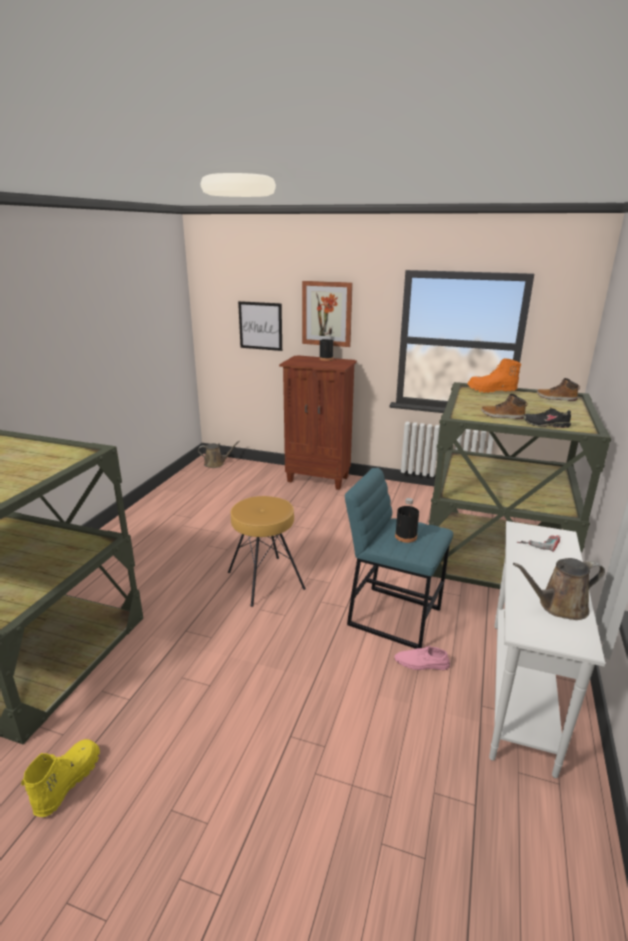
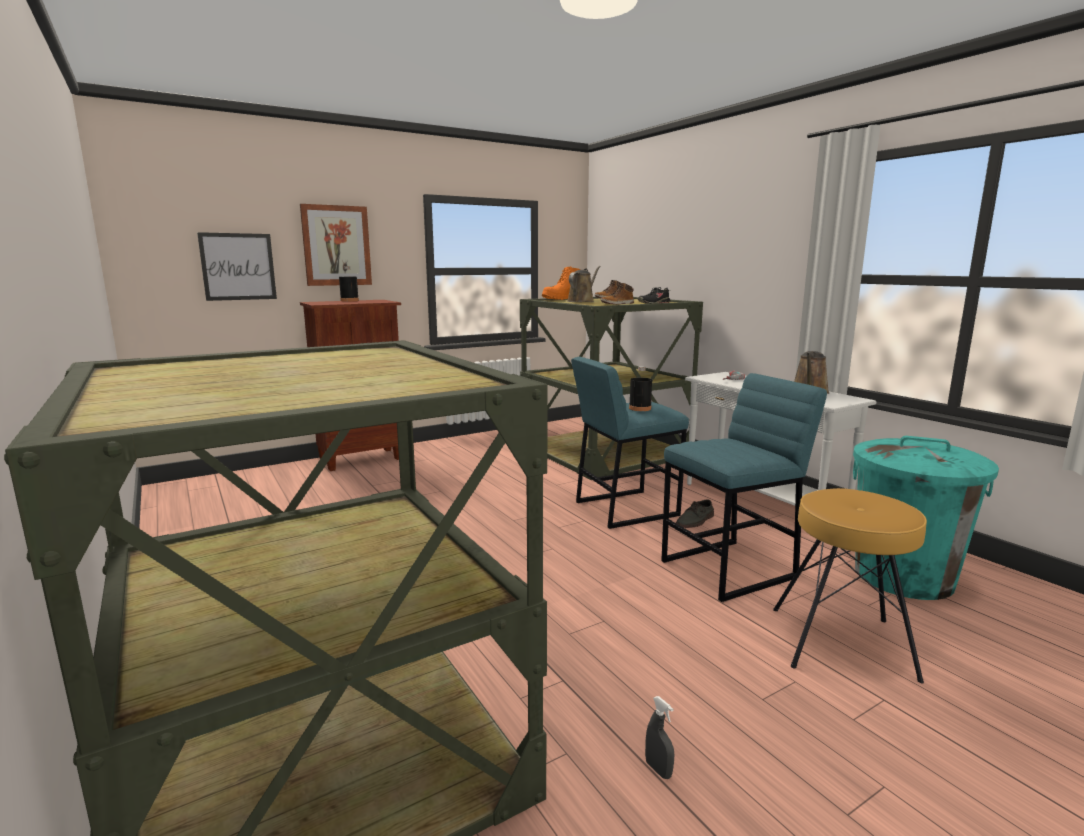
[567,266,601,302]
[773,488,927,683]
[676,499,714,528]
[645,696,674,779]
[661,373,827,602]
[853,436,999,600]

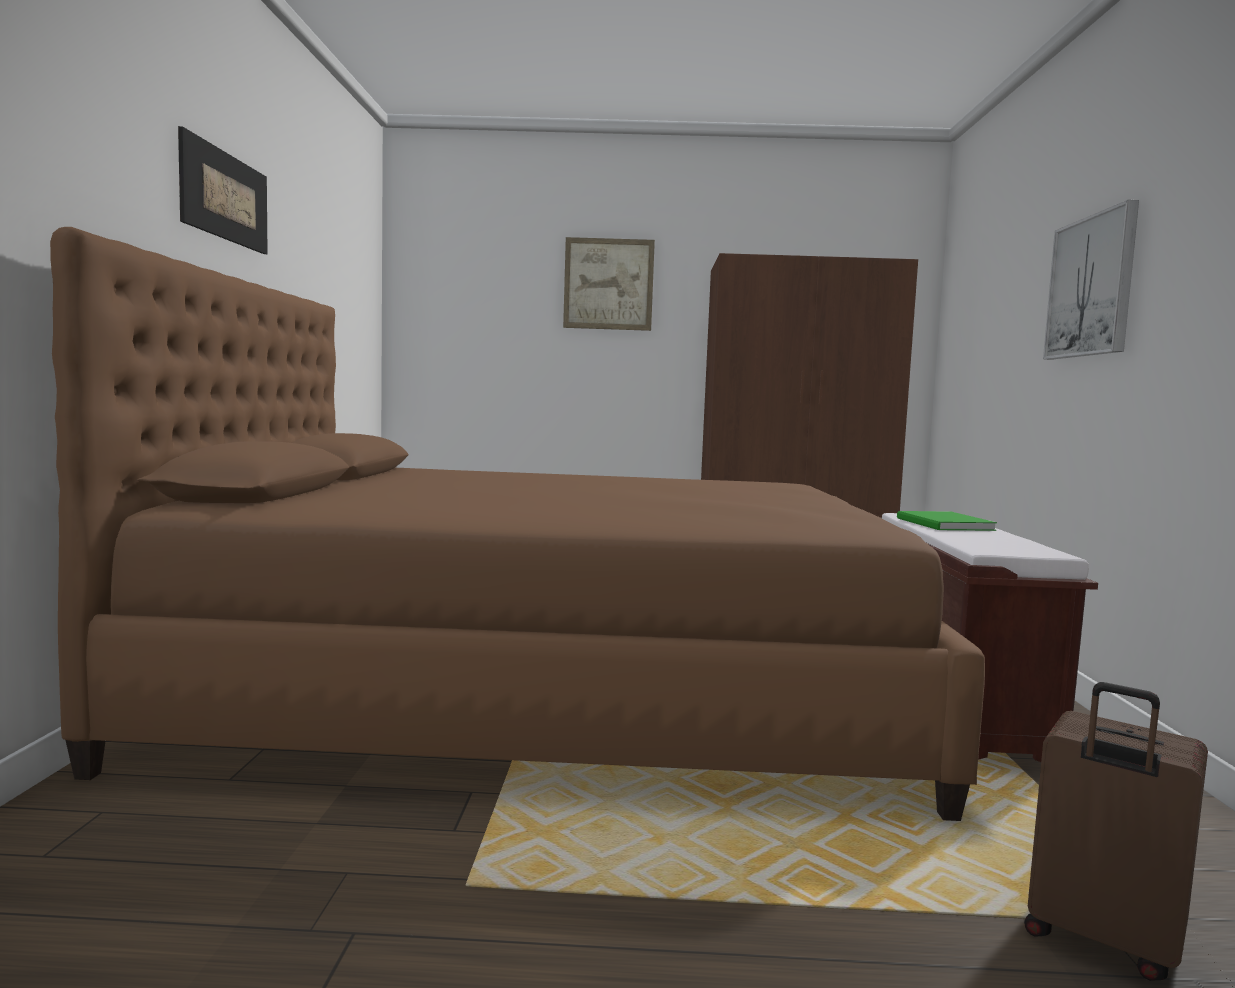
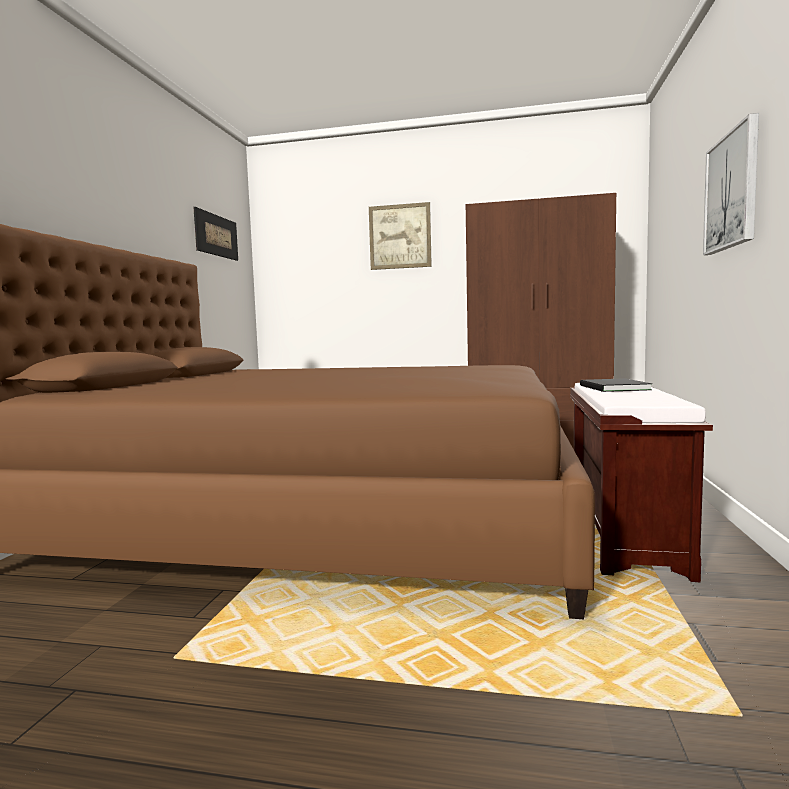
[193,207,238,261]
[580,378,652,392]
[1024,682,1208,981] (first image)

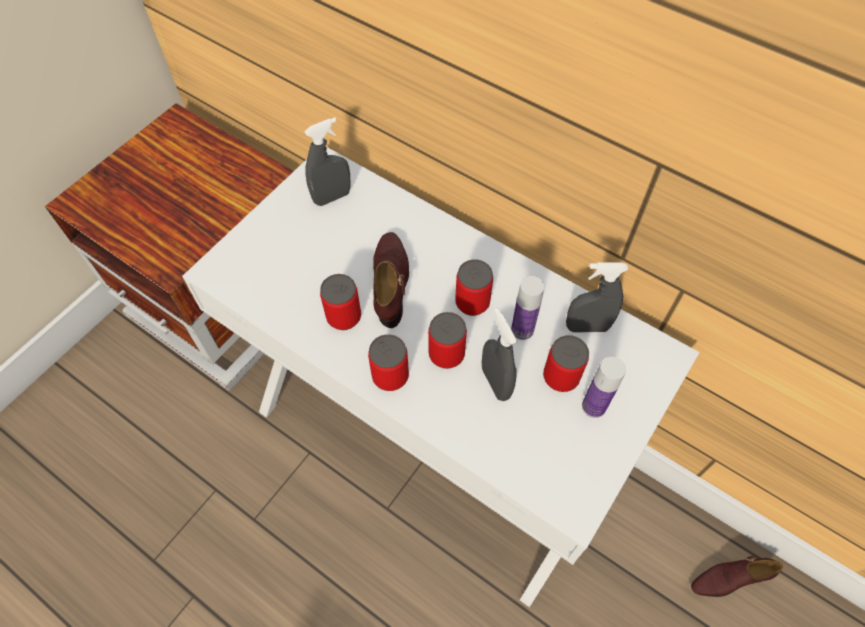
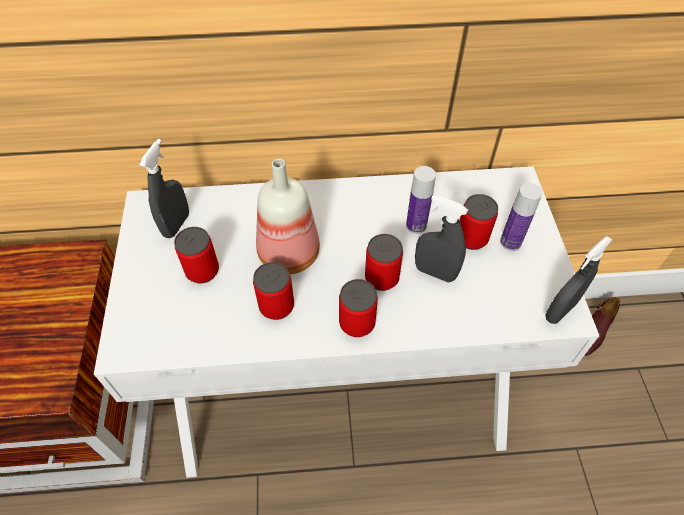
[256,159,320,274]
[174,227,219,284]
[545,236,612,324]

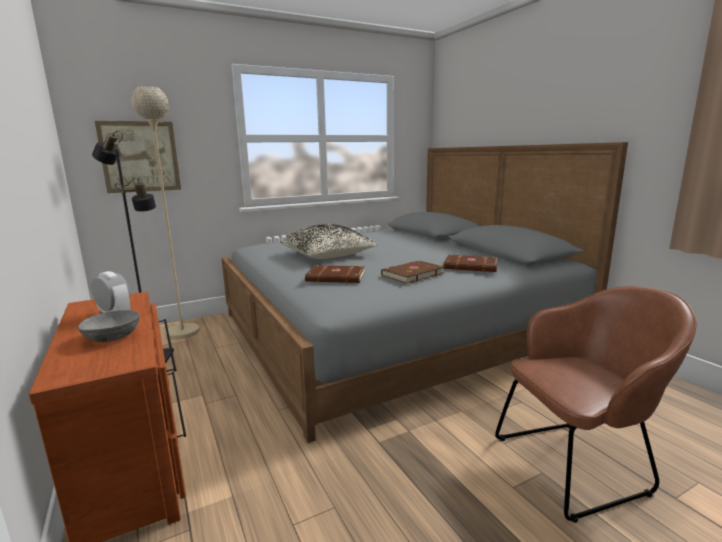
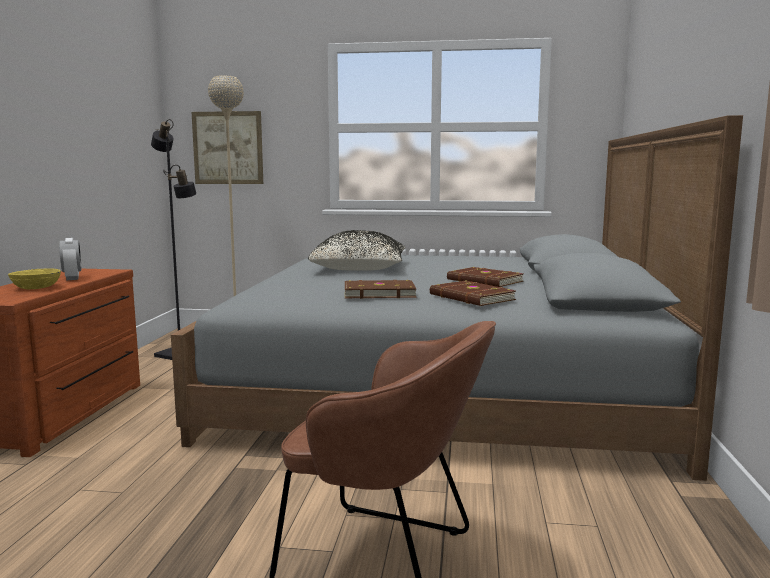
[447,267,524,287]
[8,268,61,289]

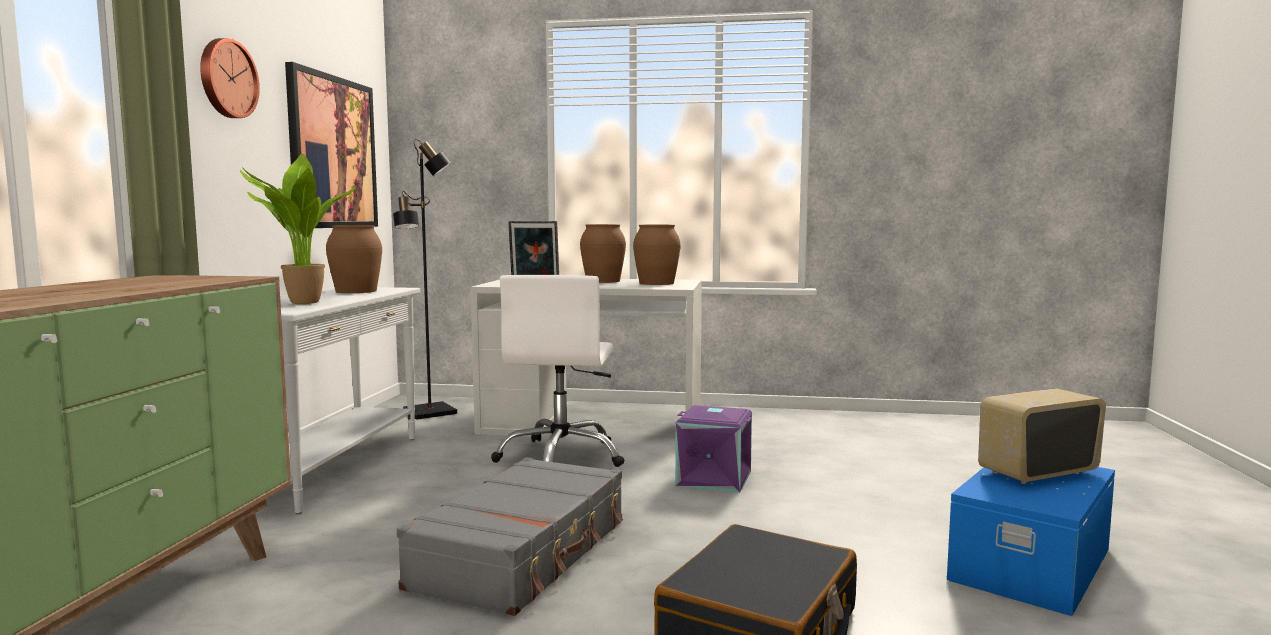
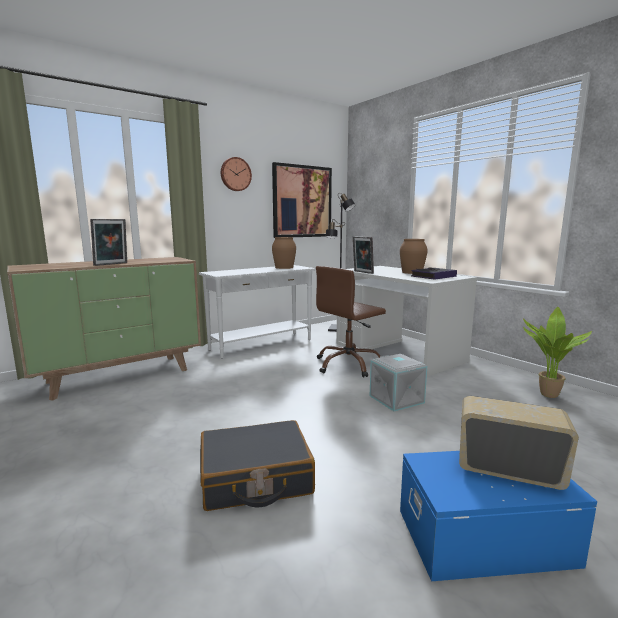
[523,307,592,398]
[411,267,457,280]
[316,266,386,377]
[370,354,427,411]
[397,457,623,616] (first image)
[90,219,127,266]

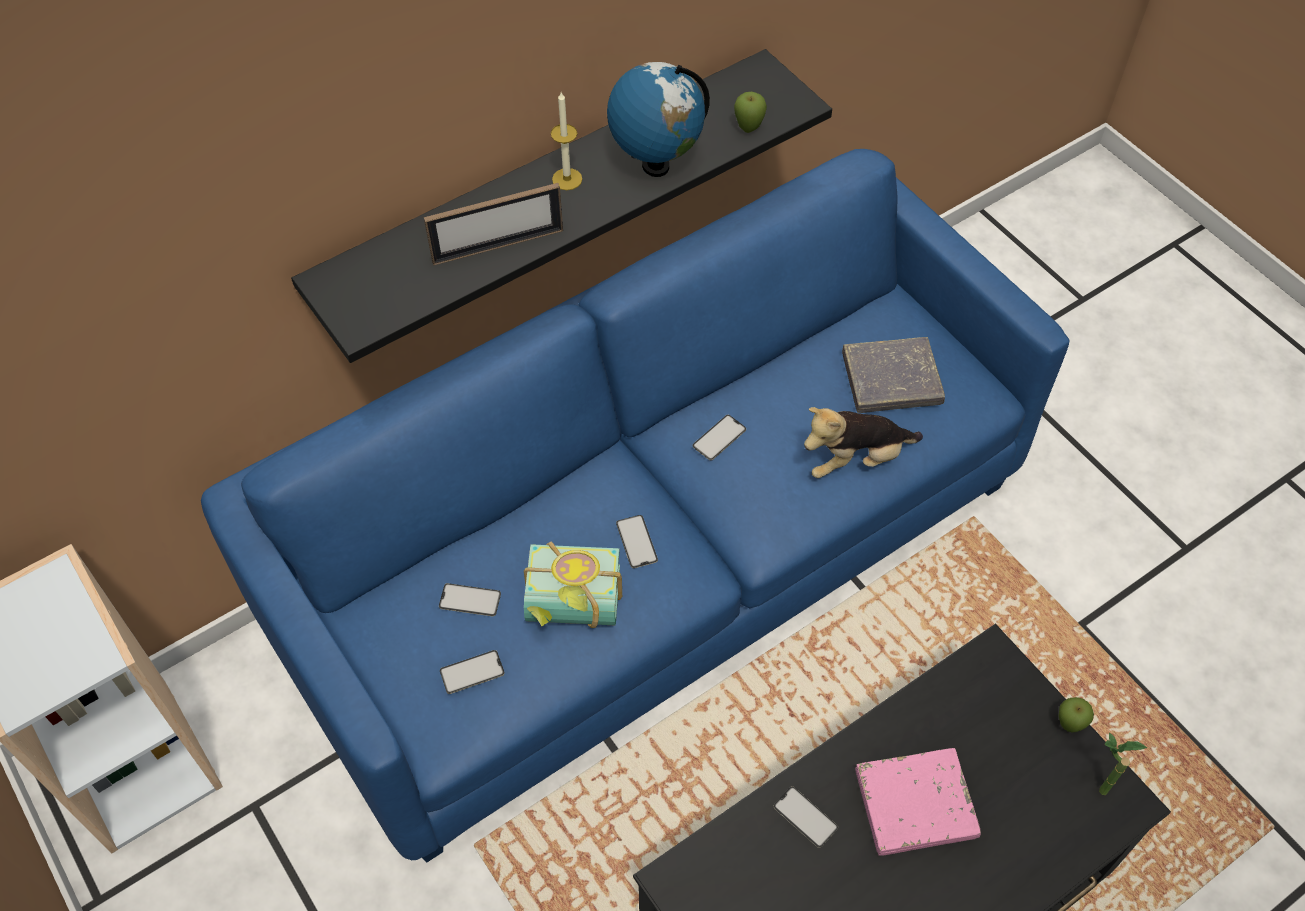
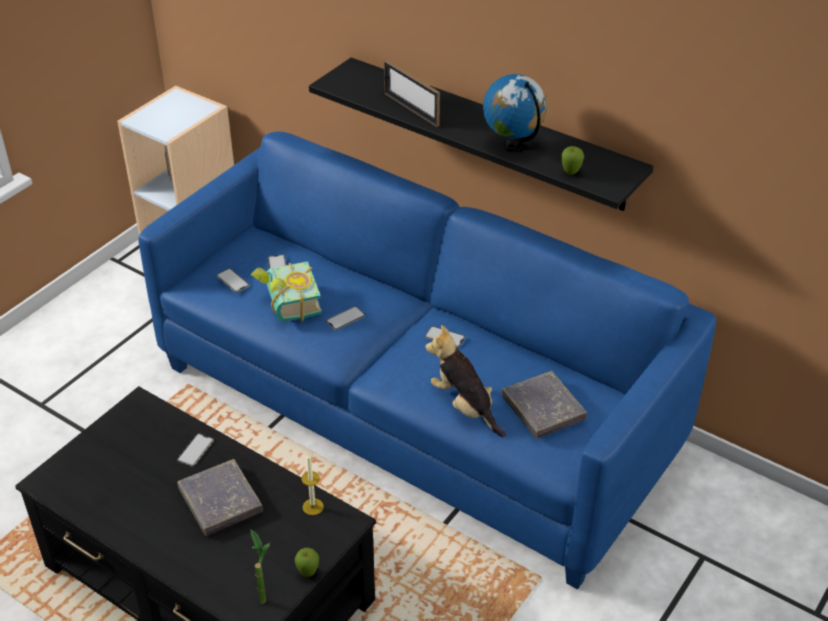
[301,453,324,515]
[177,459,263,536]

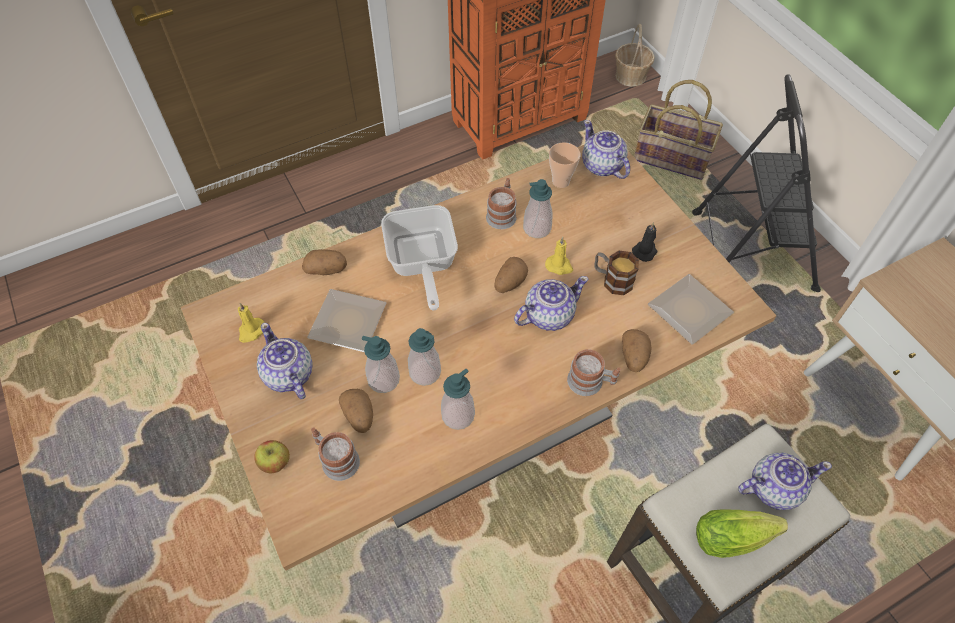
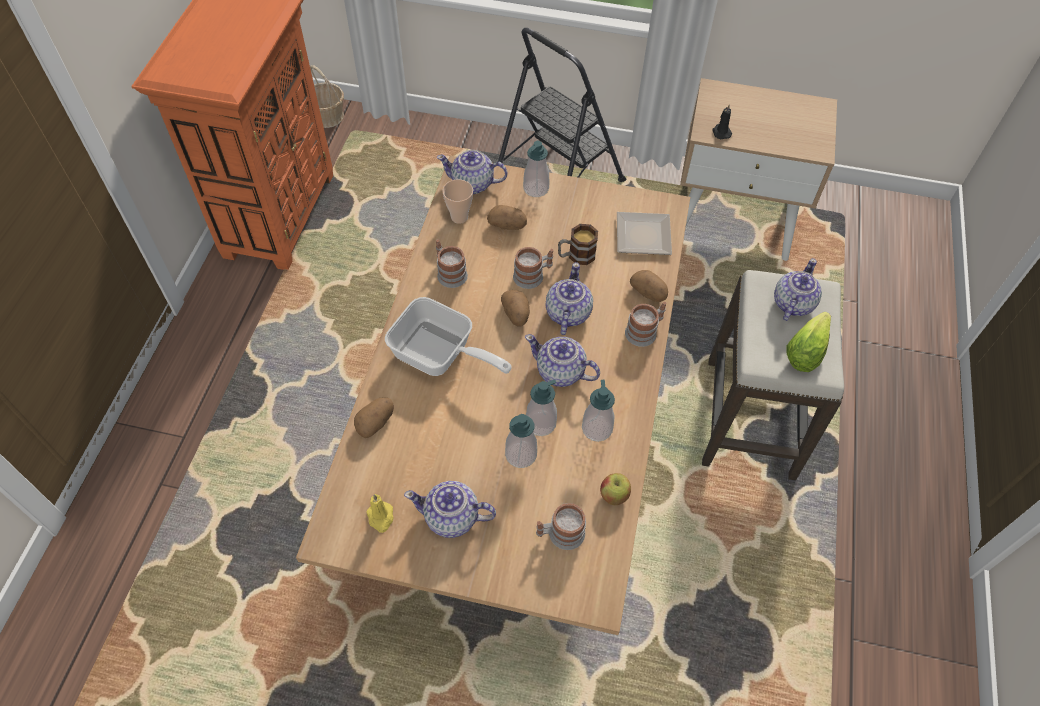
[634,80,723,180] (first image)
[523,141,549,197]
[712,105,732,139]
[513,247,553,289]
[307,289,386,352] (first image)
[487,205,527,230]
[600,473,631,505]
[525,334,600,387]

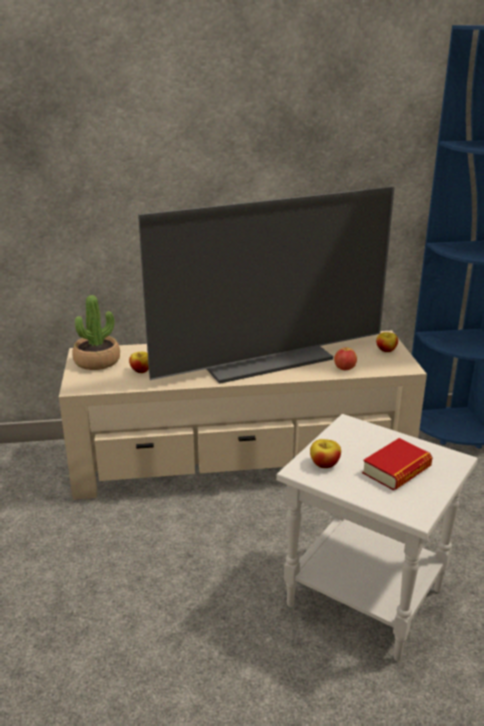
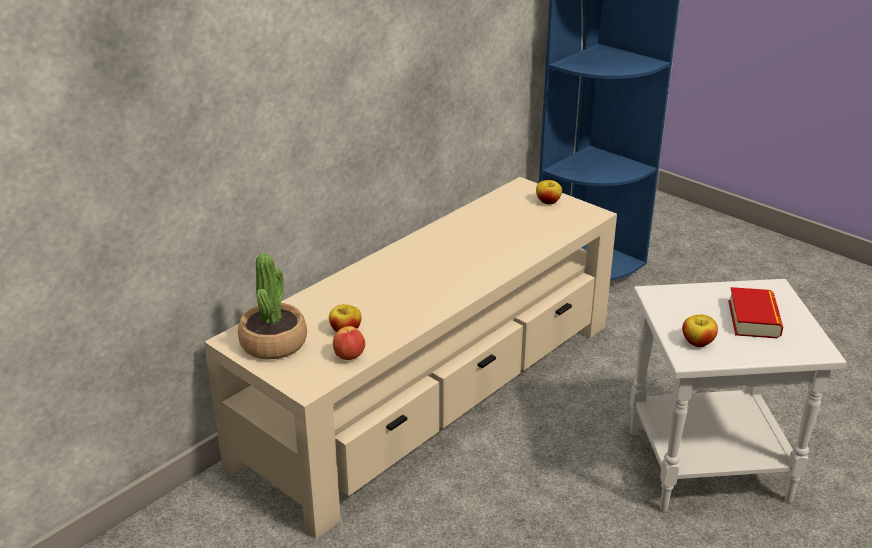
[138,187,395,384] (first image)
[333,326,365,360]

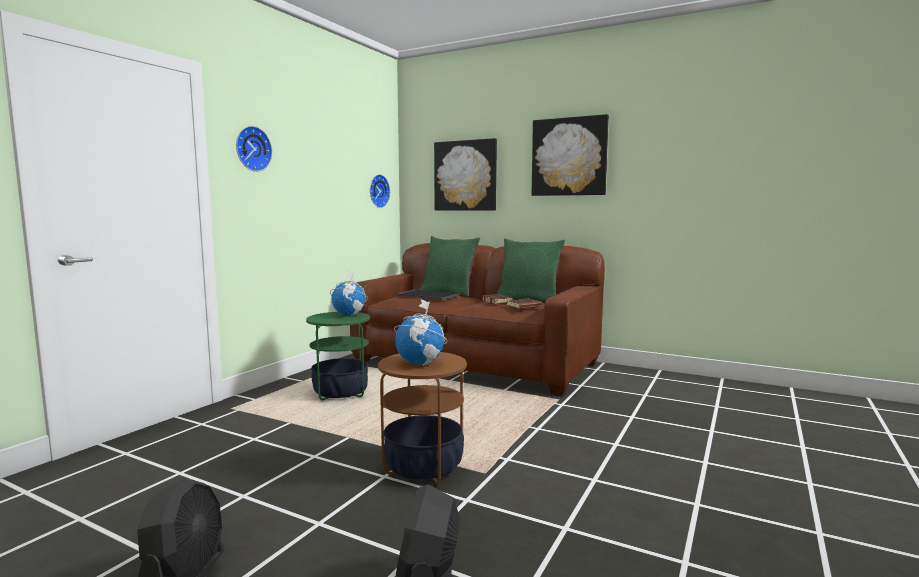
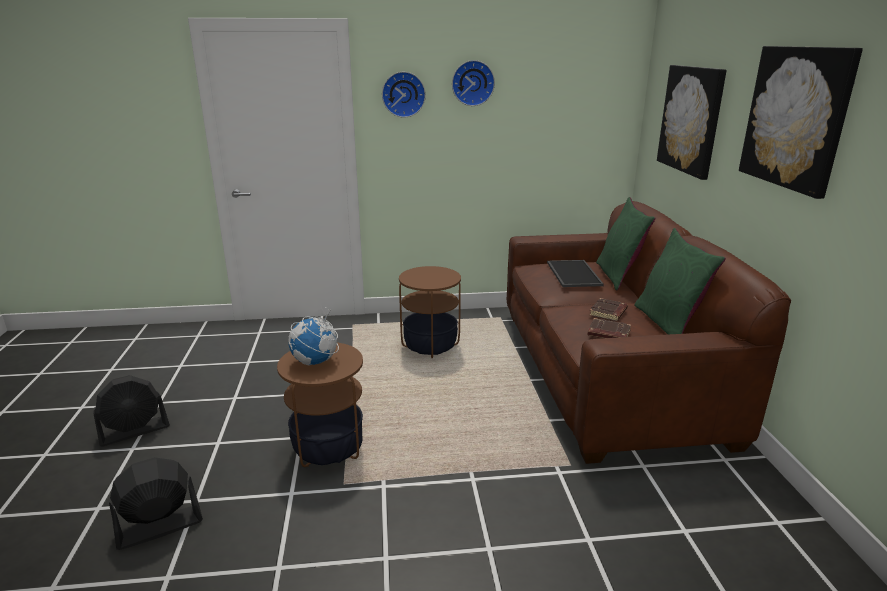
[452,60,495,106]
[330,271,368,316] (first image)
[399,266,461,358]

